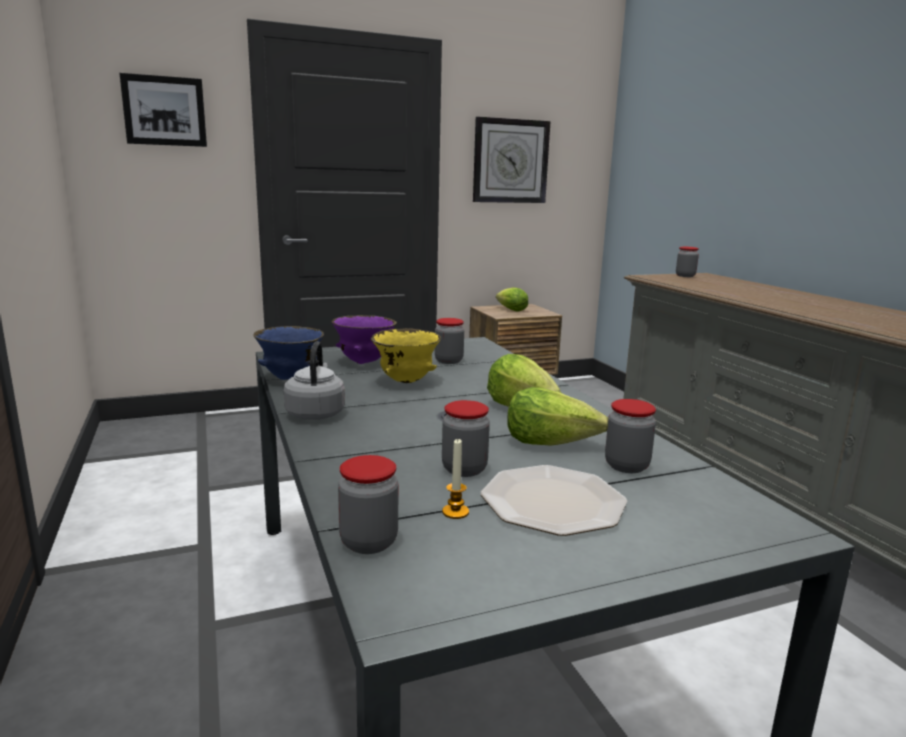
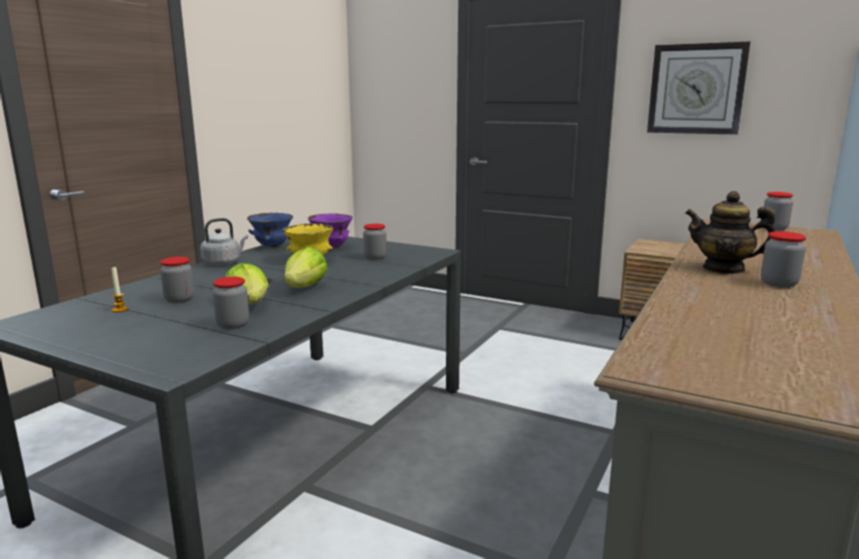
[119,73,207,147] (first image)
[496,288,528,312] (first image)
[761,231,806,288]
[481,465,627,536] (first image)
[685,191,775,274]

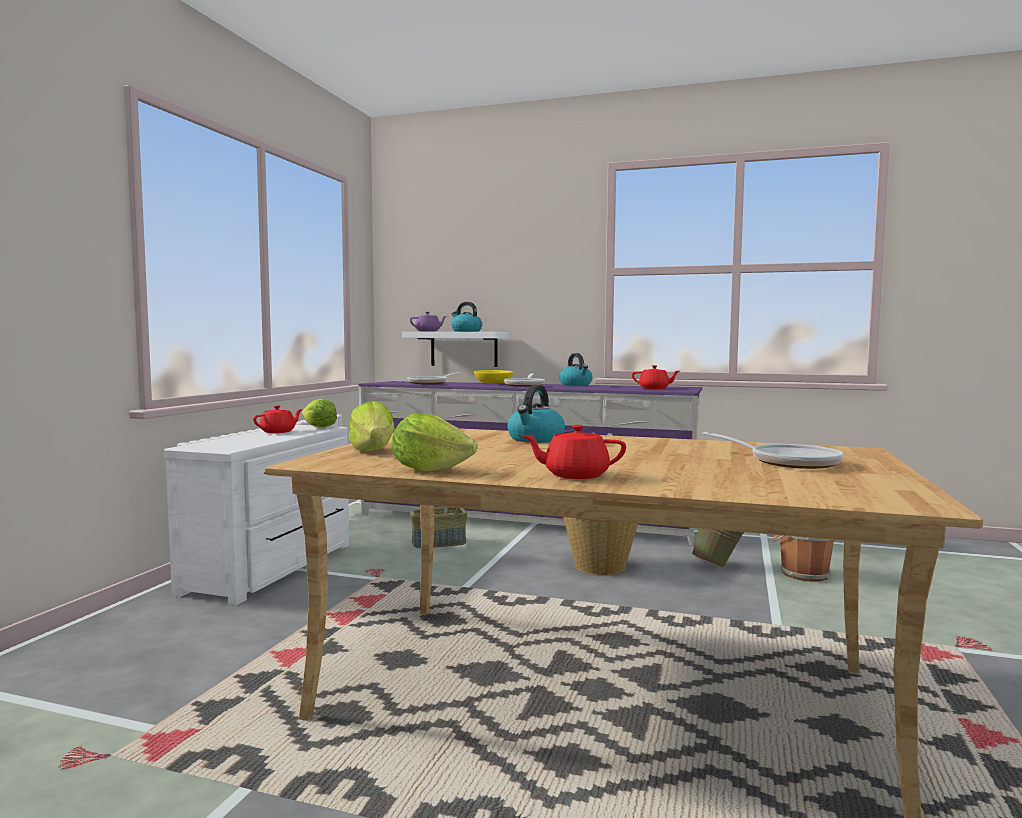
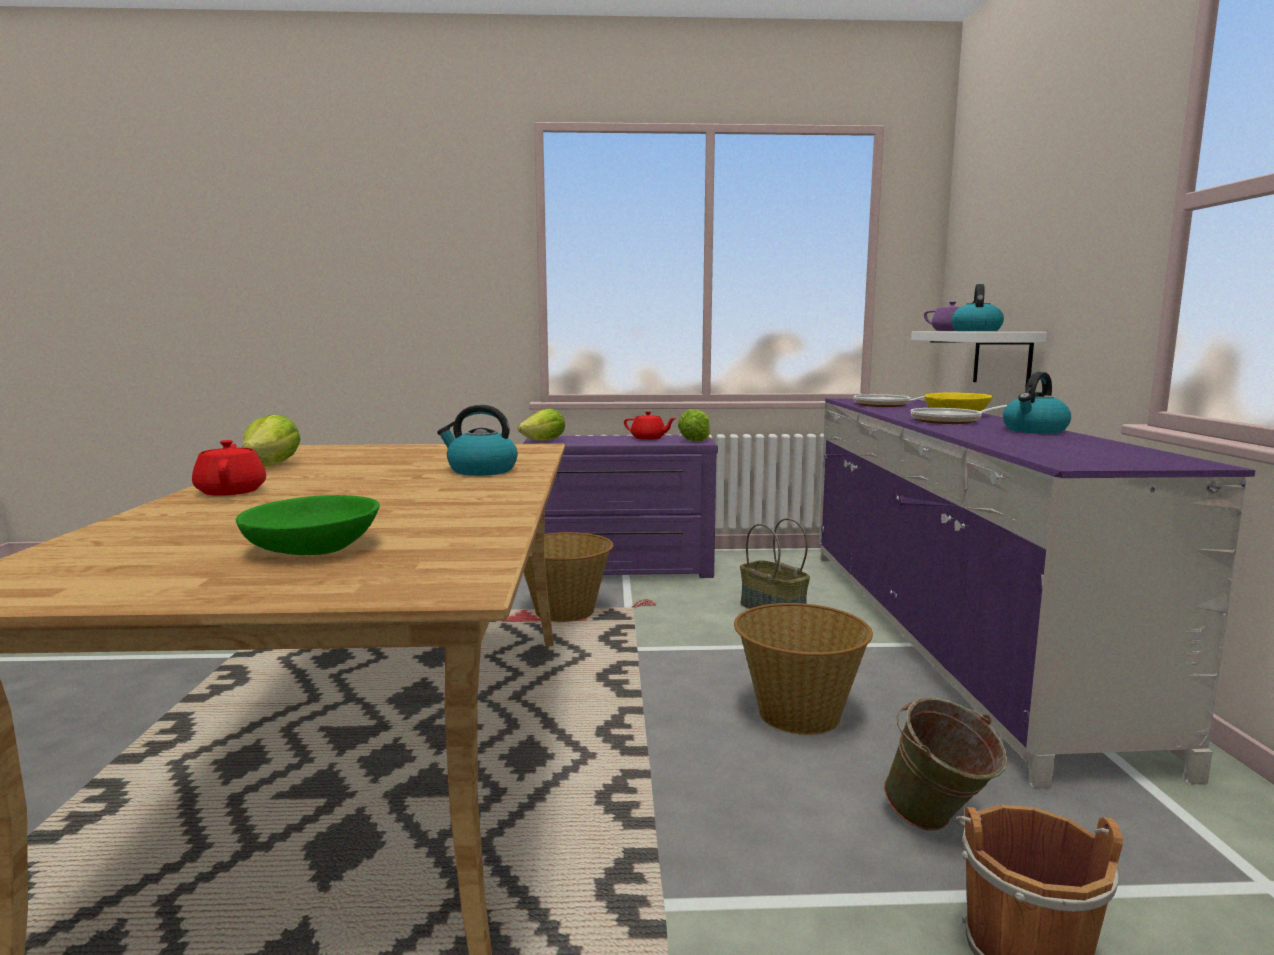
[632,365,679,389] (first image)
[518,408,565,441]
[523,435,718,580]
[236,495,380,555]
[524,532,613,622]

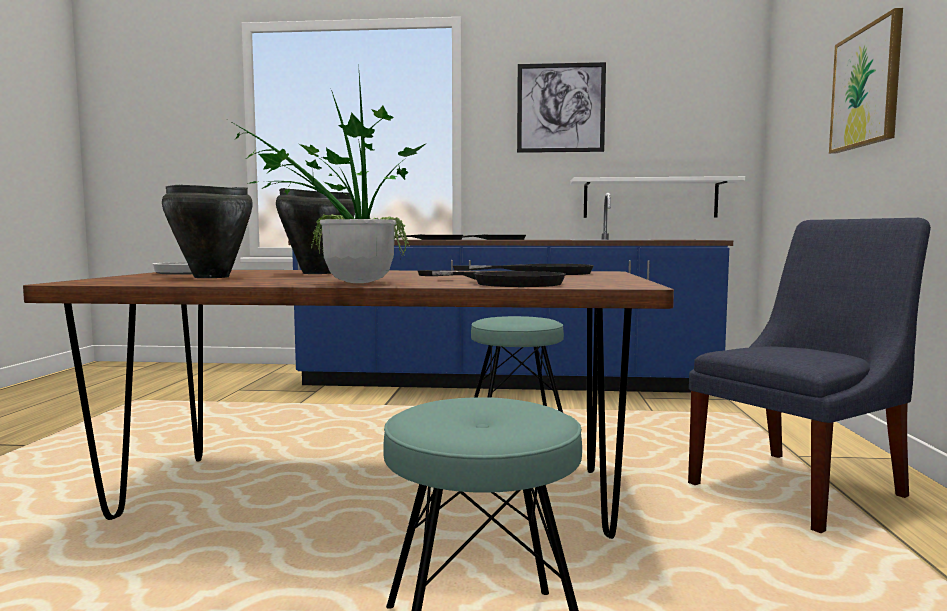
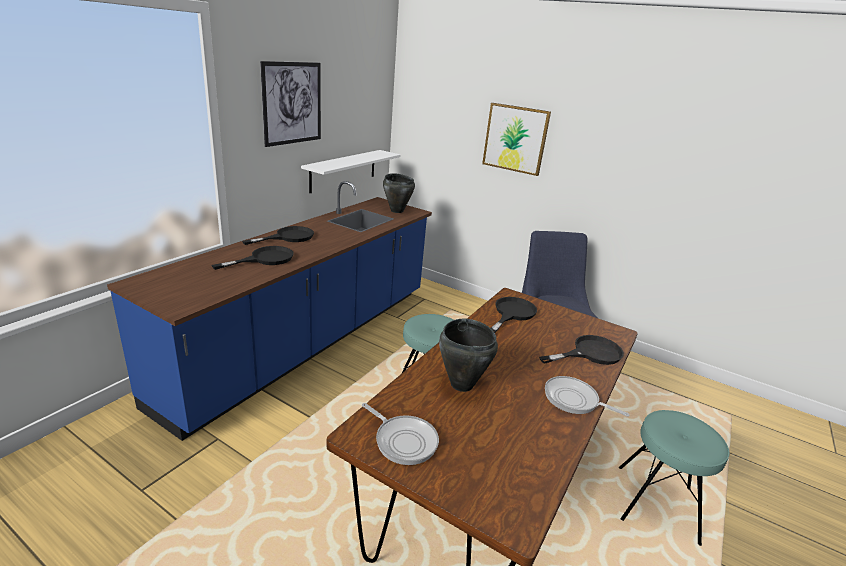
[545,376,630,417]
[383,173,415,213]

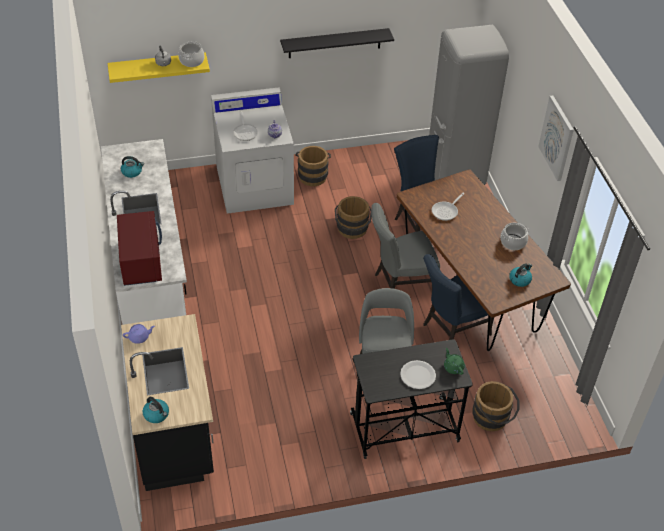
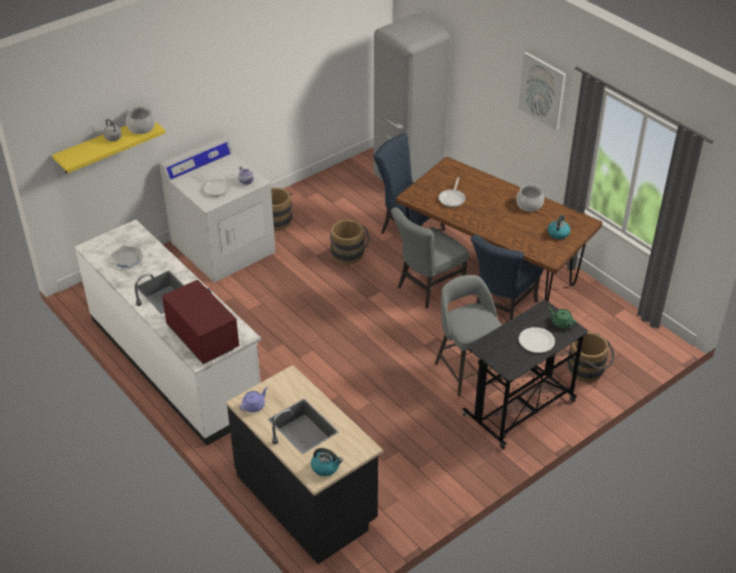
[280,28,394,58] (first image)
[111,245,143,268]

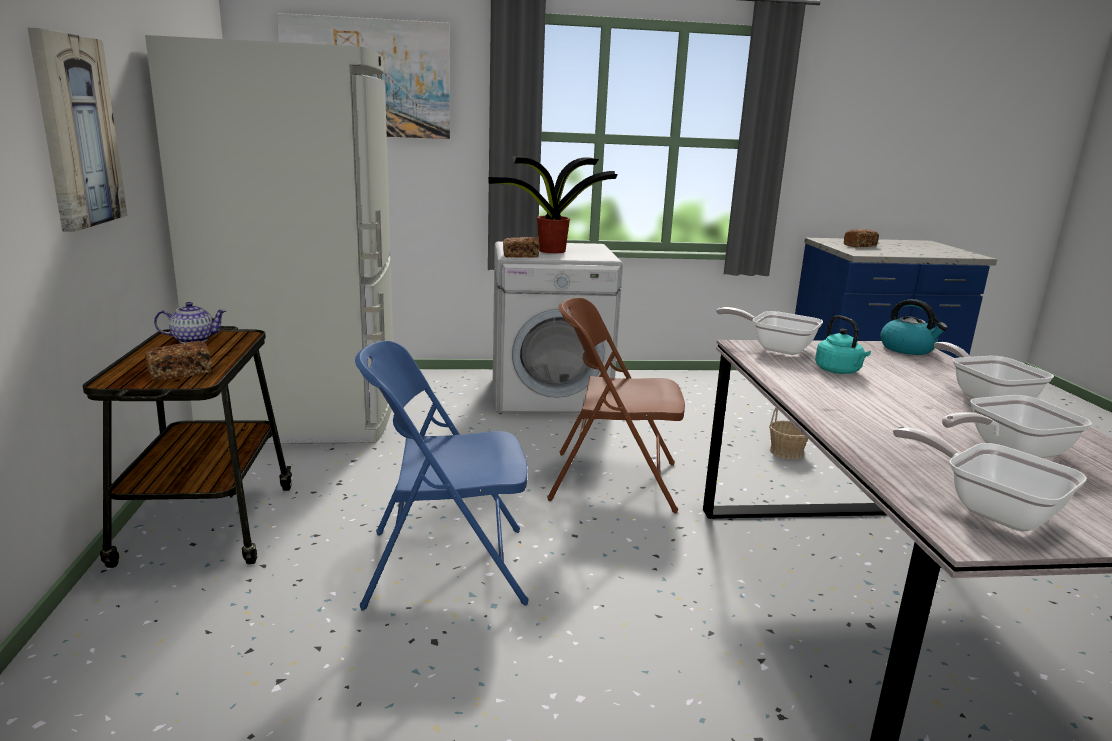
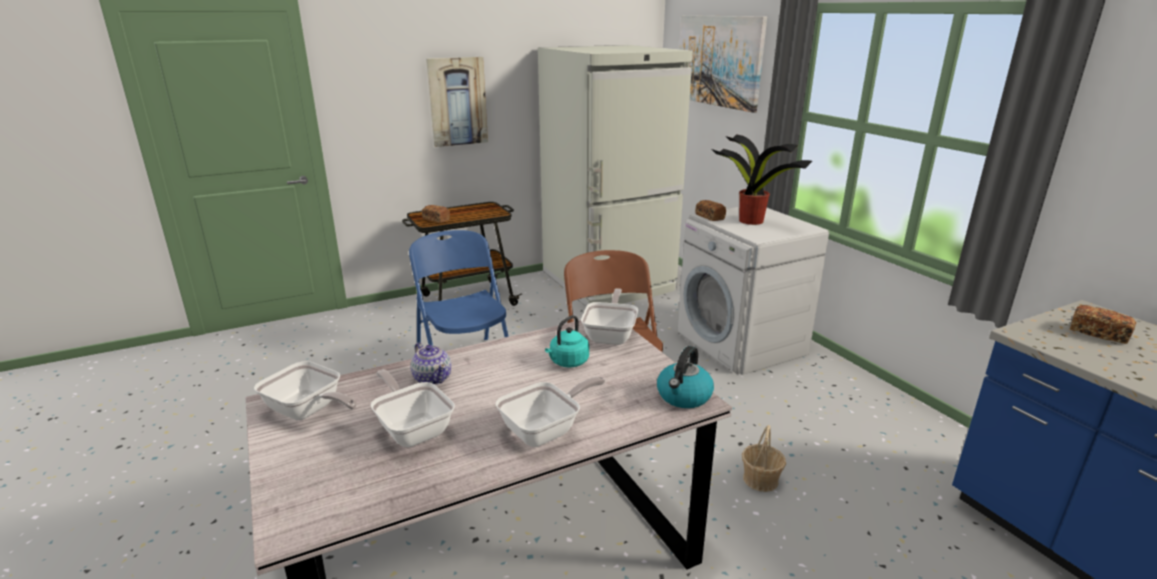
[411,342,451,385]
[254,361,357,420]

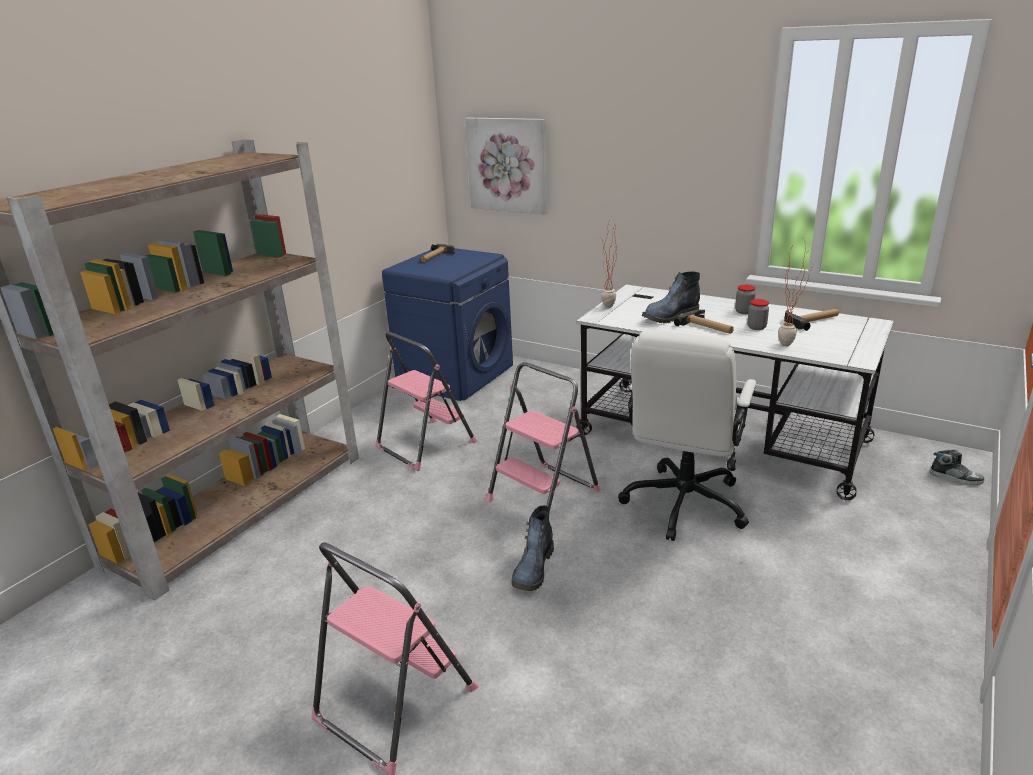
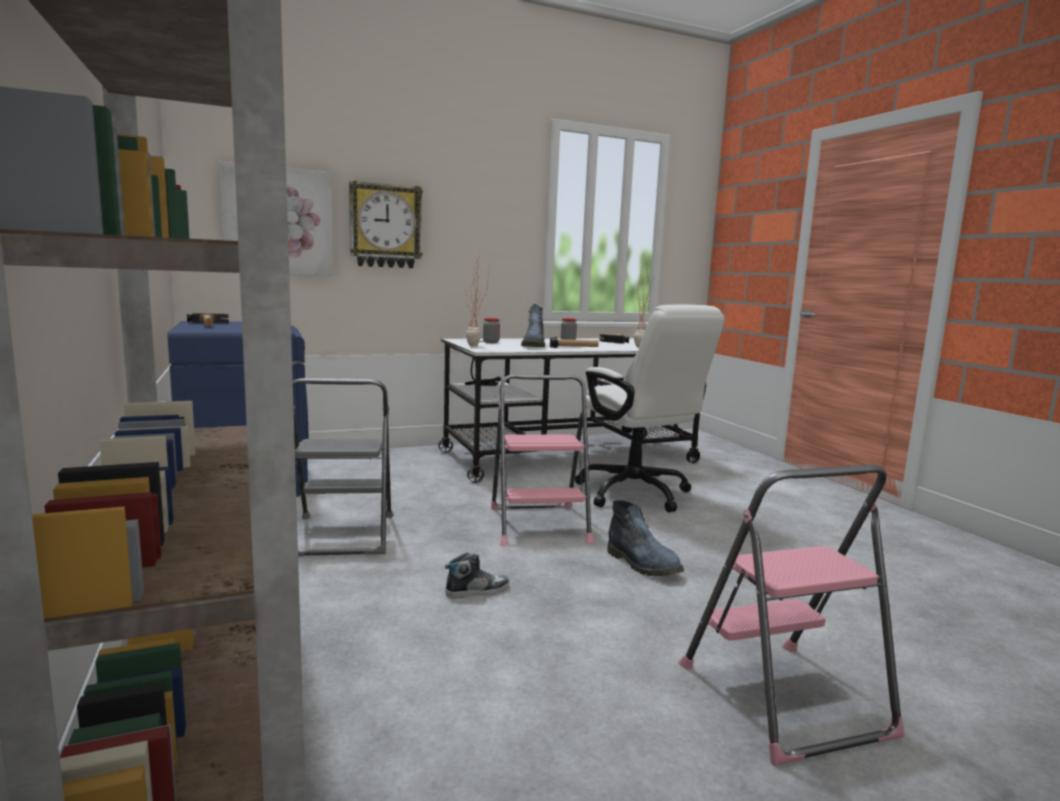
[483,318,500,343]
[293,378,394,556]
[445,553,509,599]
[349,181,423,268]

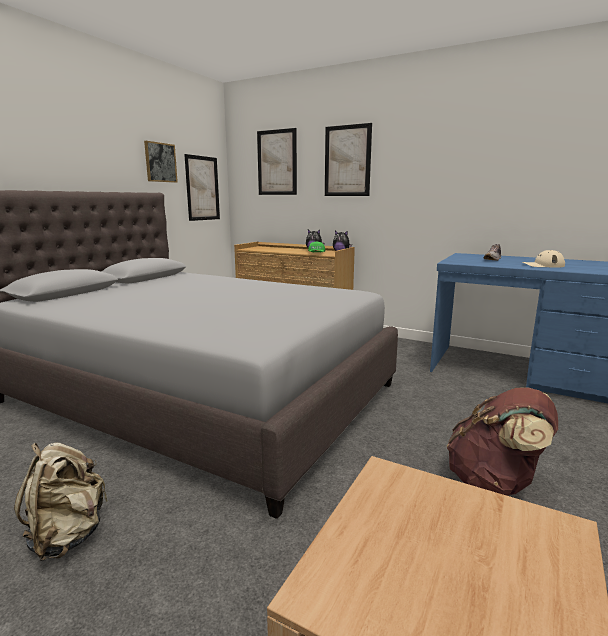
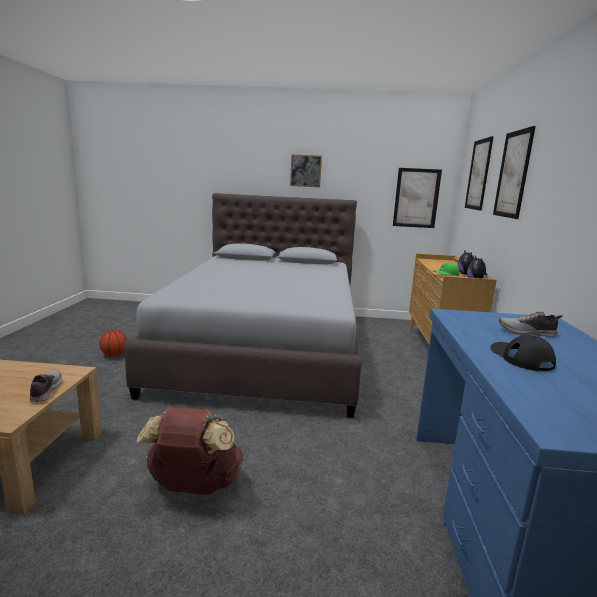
[290,154,322,187]
[490,335,556,371]
[99,330,127,356]
[30,370,62,402]

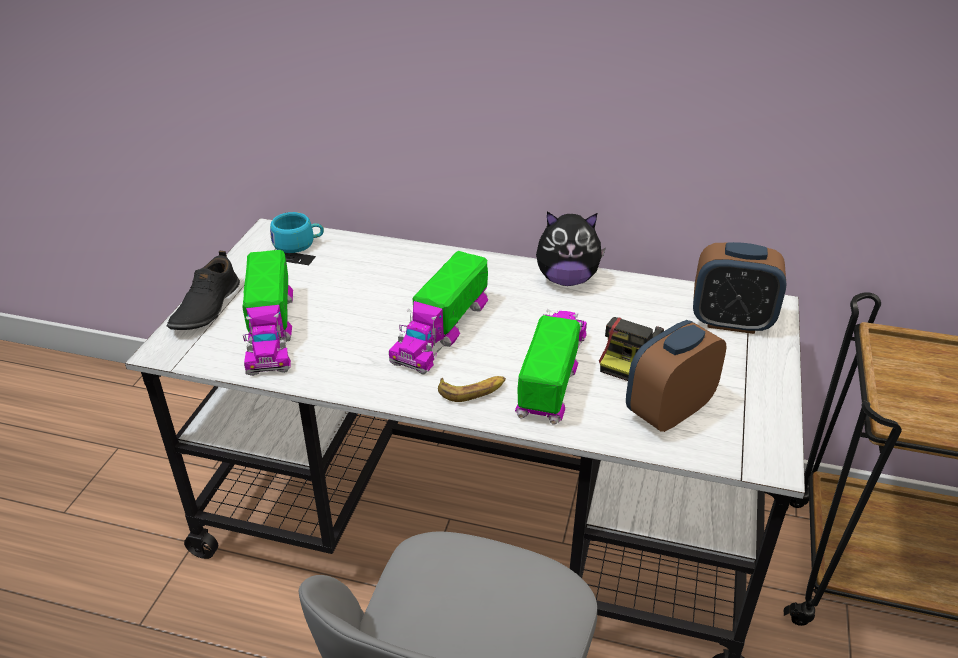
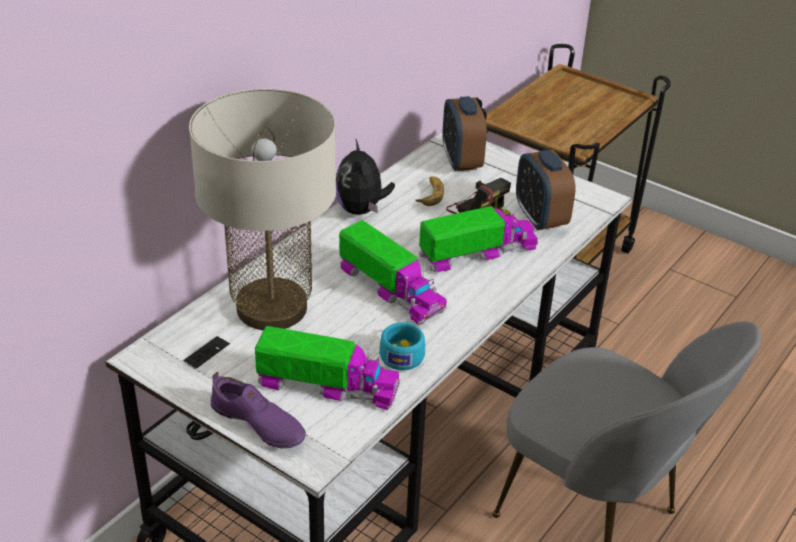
[379,321,425,370]
[336,138,395,215]
[442,96,487,171]
[211,372,306,448]
[419,206,538,272]
[415,176,444,206]
[189,89,336,330]

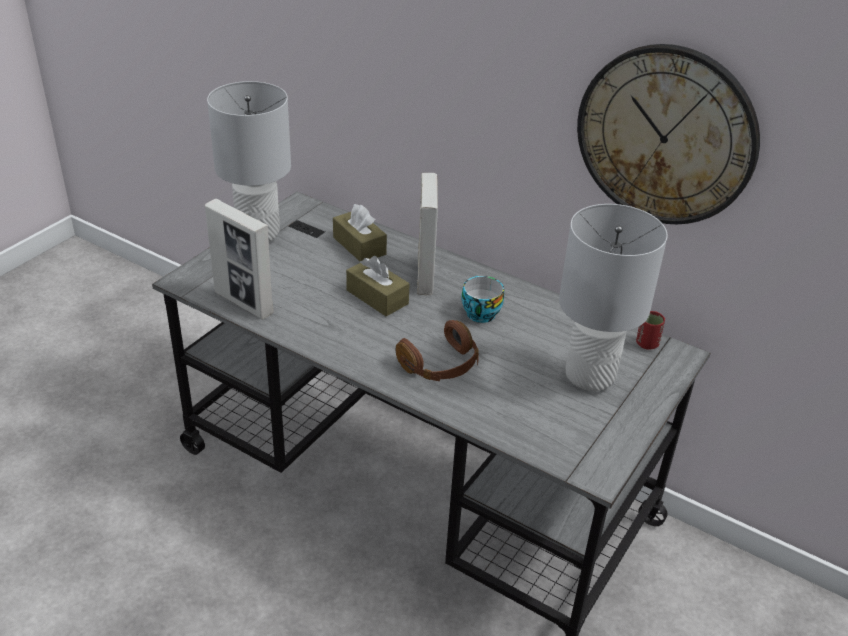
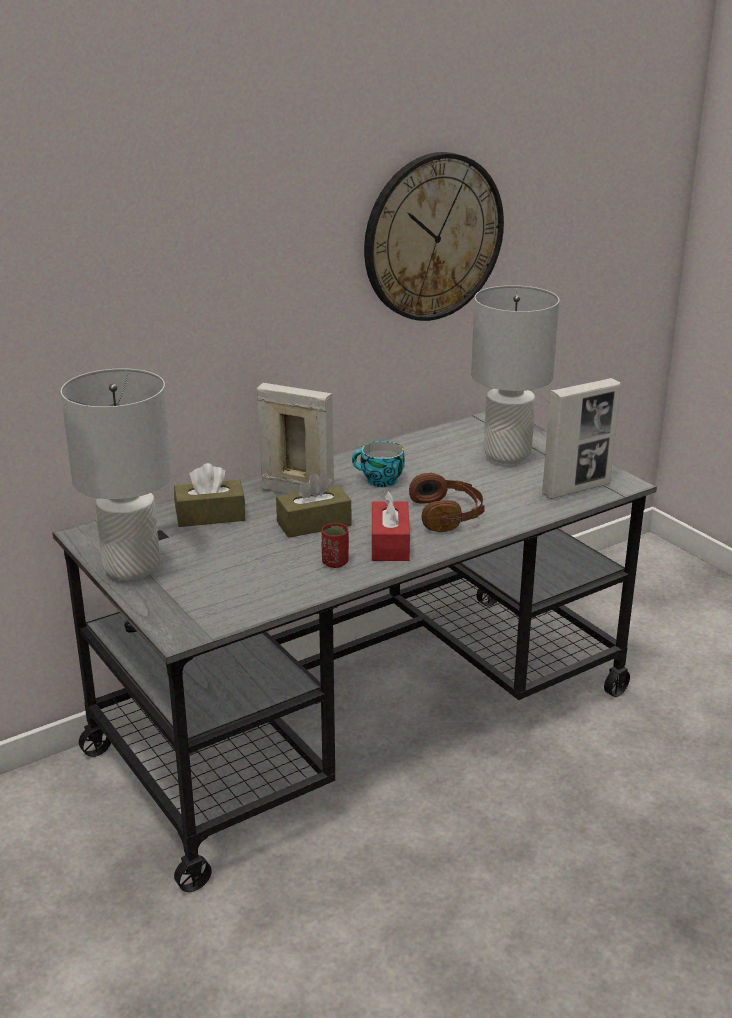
[542,378,621,499]
[321,523,349,568]
[372,490,410,561]

